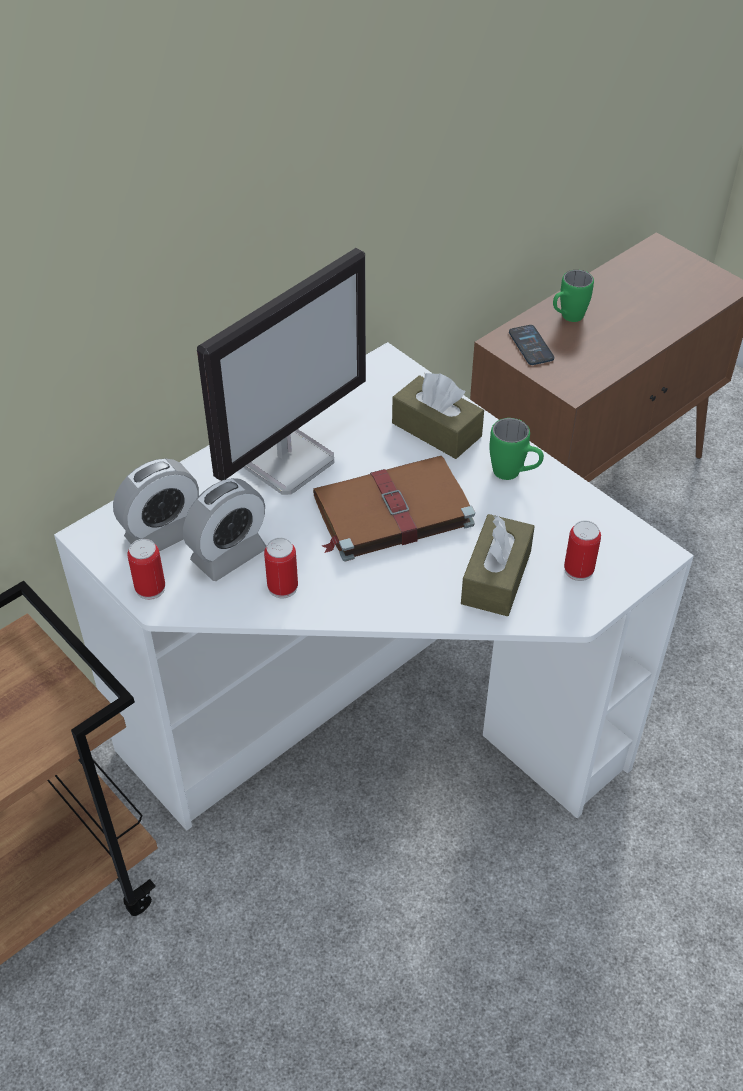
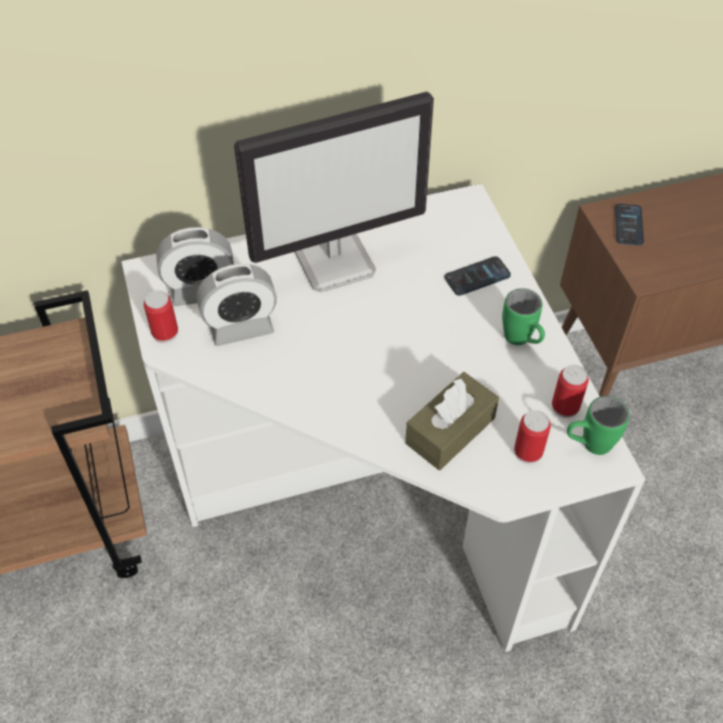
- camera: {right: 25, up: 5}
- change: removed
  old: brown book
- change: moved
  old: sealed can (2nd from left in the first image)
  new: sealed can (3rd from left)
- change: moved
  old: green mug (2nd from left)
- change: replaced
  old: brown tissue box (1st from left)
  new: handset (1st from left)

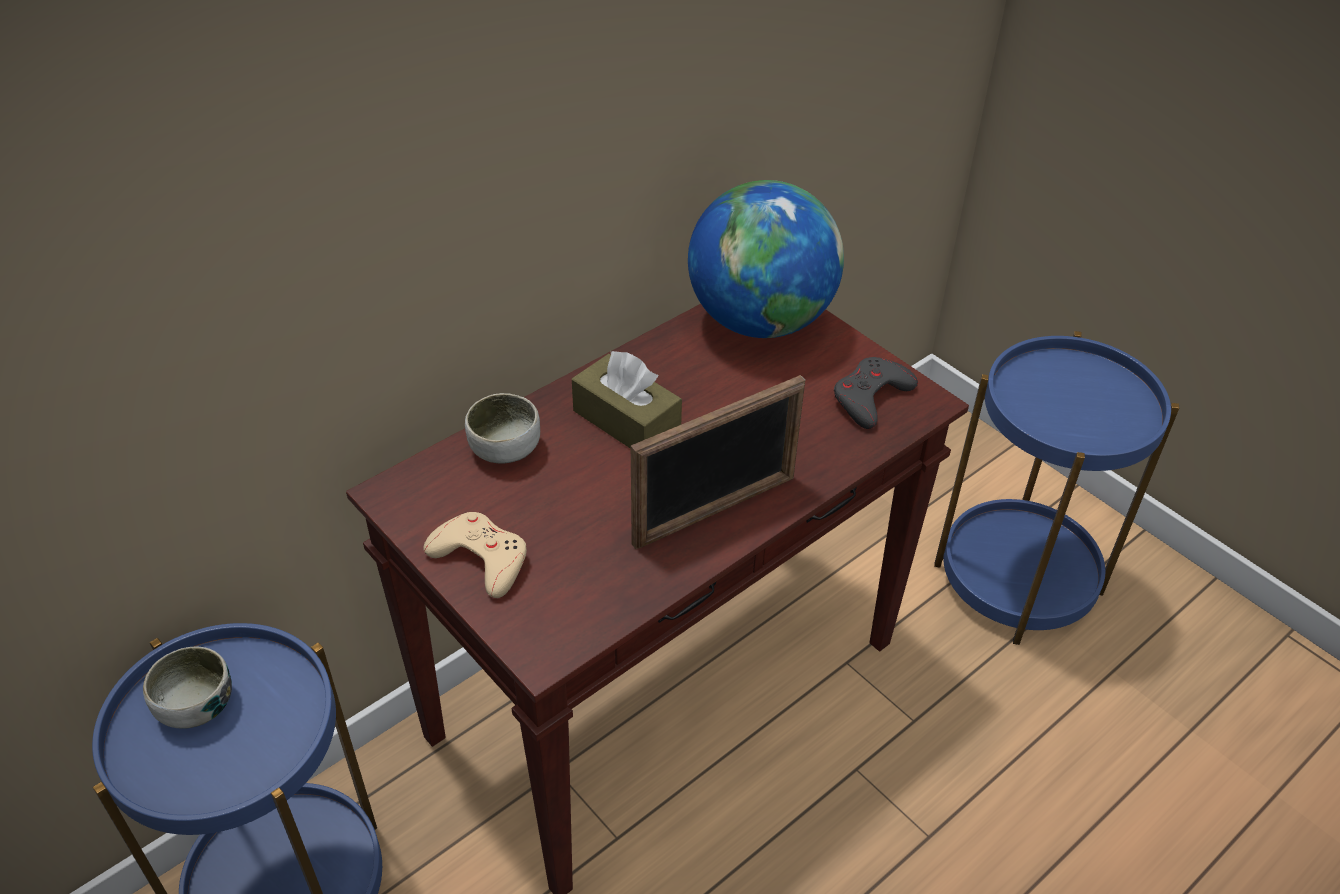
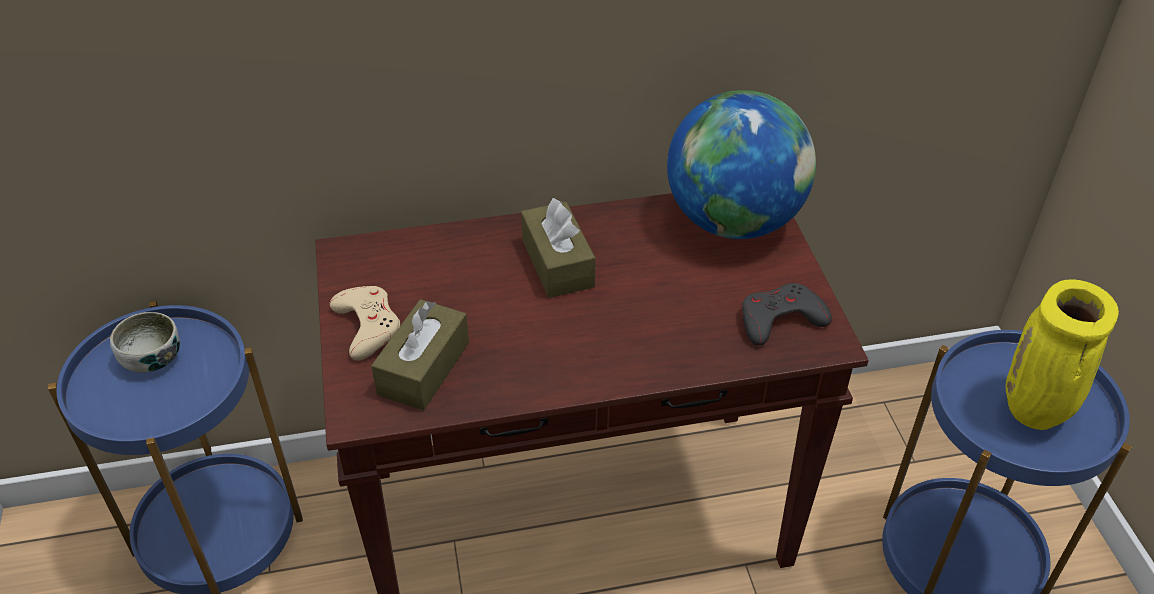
- camera: {right: 30, up: 0}
- change: removed
  old: bowl (2nd from left)
- change: removed
  old: photo frame
- change: added
  new: brown tissue box (1st from left)
- change: added
  new: yellow flower vase

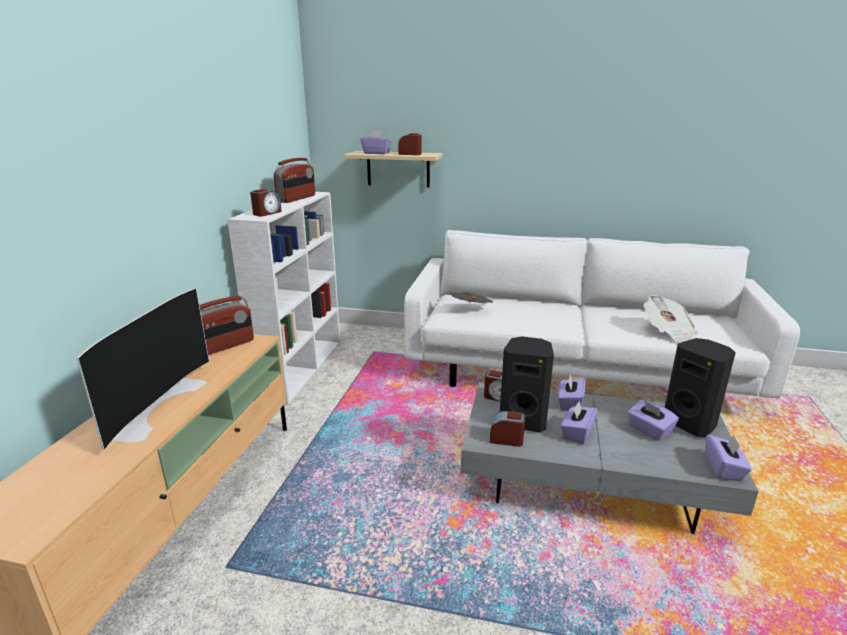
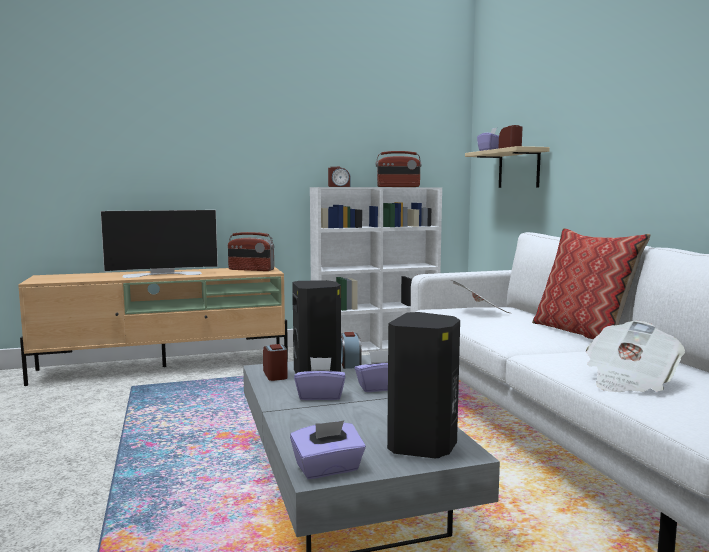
- camera: {right: 60, up: -15}
- change: removed
  old: purple-coloured tissue box (4th from left)
- change: added
  new: cushion

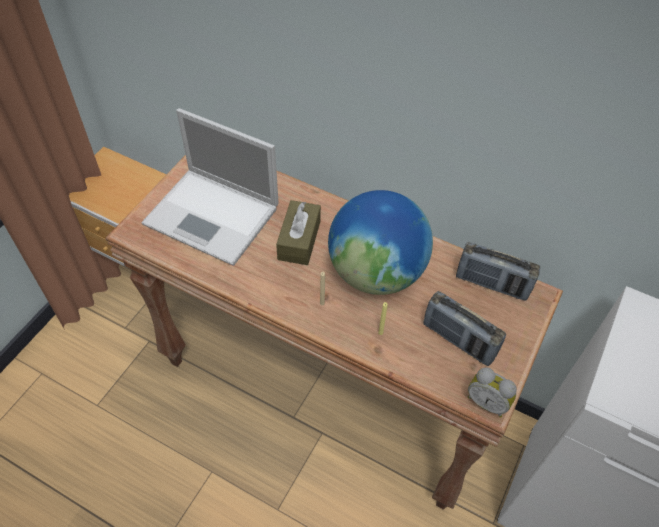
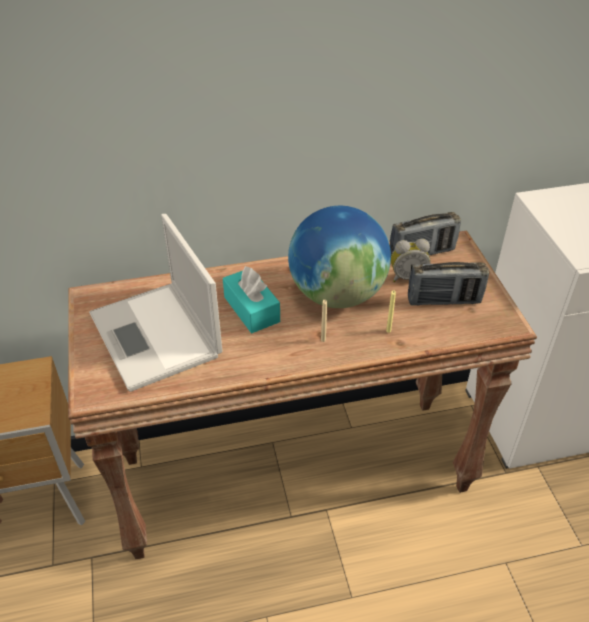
- camera: {right: -40, up: -10}
- change: moved
  old: table clock
- change: recoloured
  old: brown tissue box
  new: blue-green tissue box
- change: turned
  old: laptop
  degrees: 75

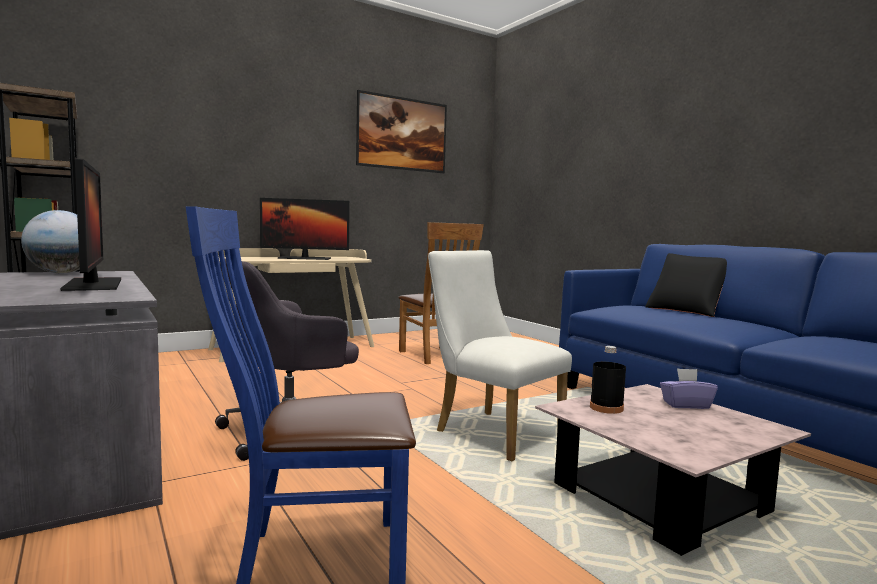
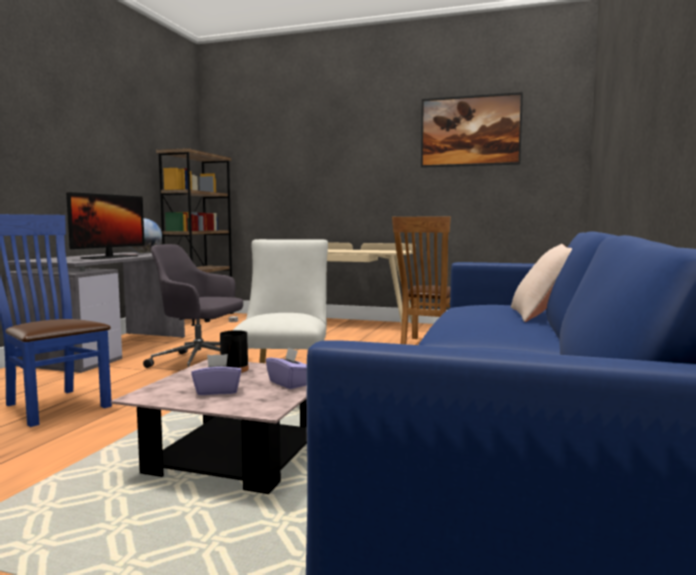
- camera: {right: 50, up: 0}
- change: removed
  old: monitor (2nd from left)
- change: added
  new: purple-coloured tissue box (1st from left)
- change: recoloured
  old: black-coloured cushion
  new: beige cushion

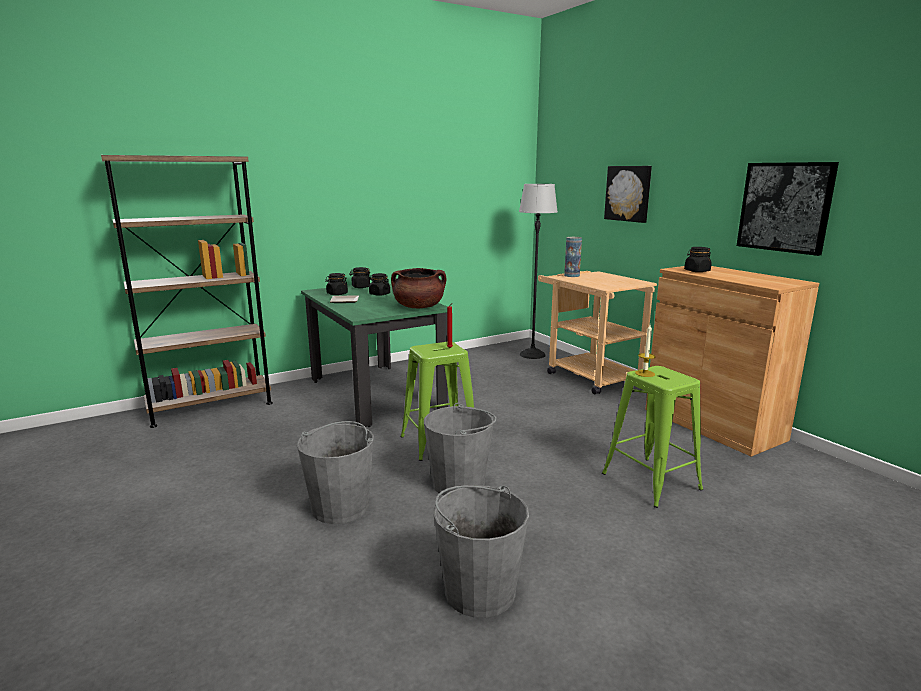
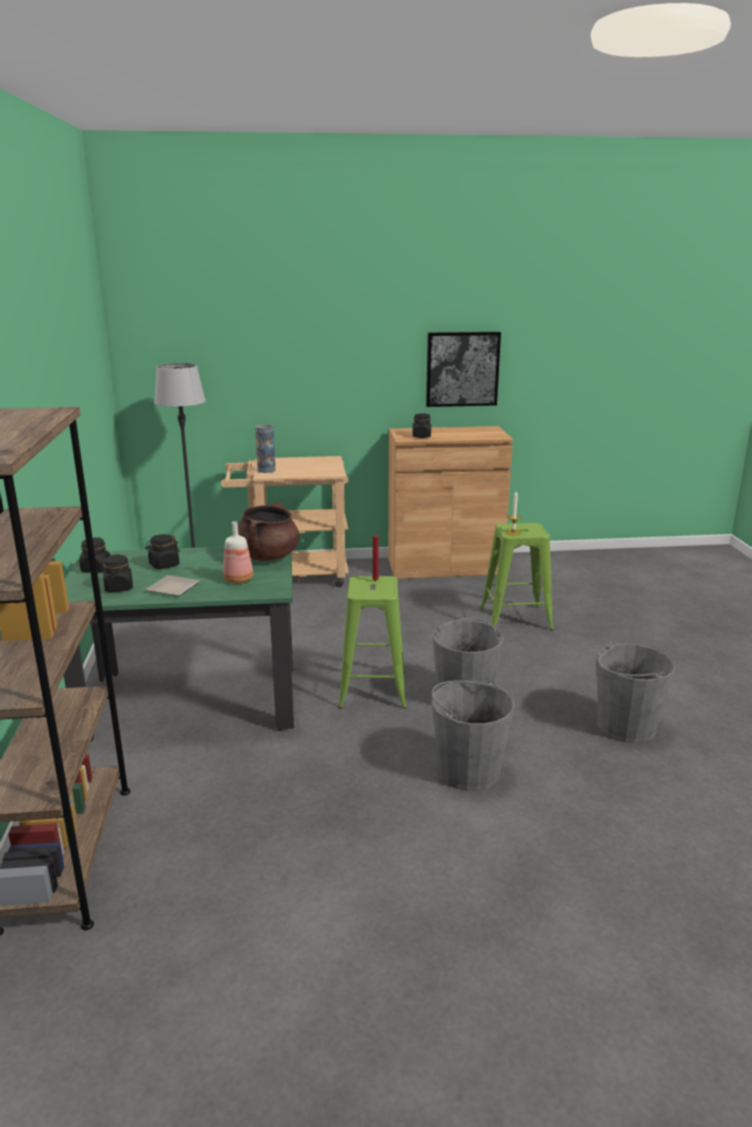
- camera: {right: -65, up: 5}
- change: removed
  old: wall art (1st from left)
- change: added
  new: drink bottle

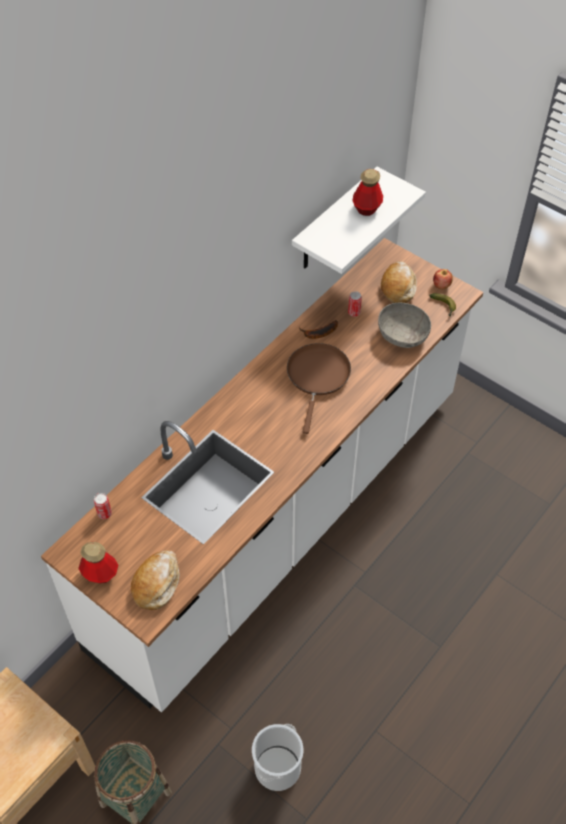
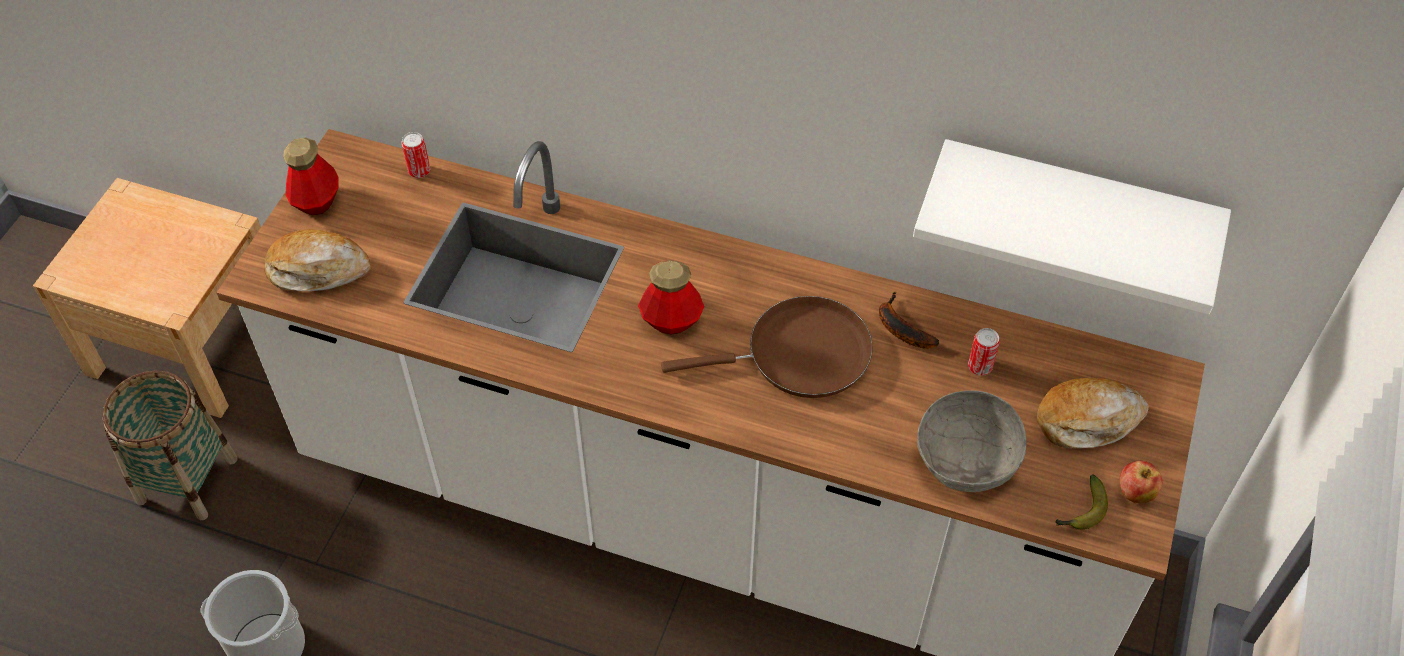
- camera: {right: 70, up: 0}
- change: moved
  old: drink bottle (2nd from left)

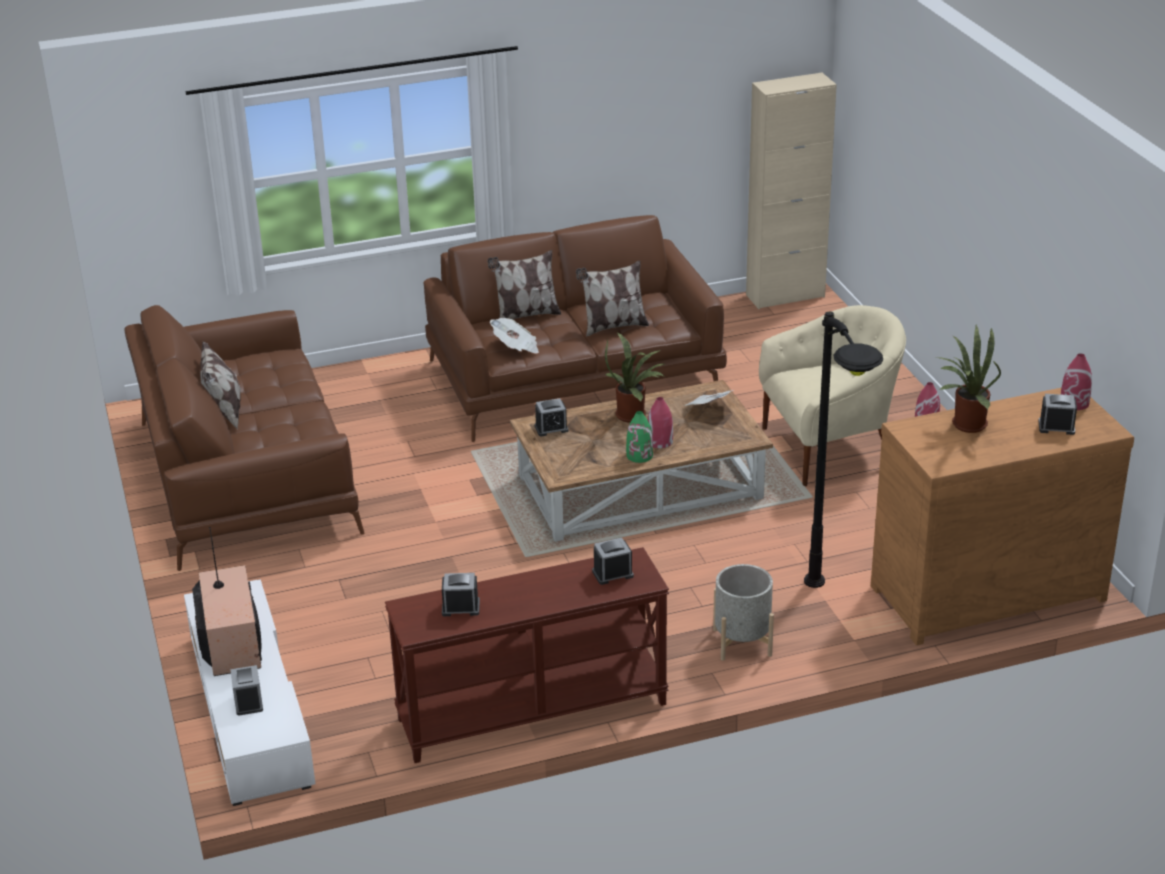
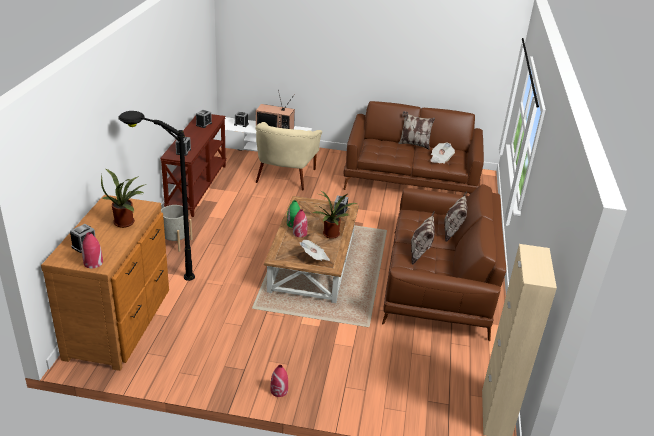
- camera: {right: 115, up: 0}
- change: moved
  old: printed paper (1st from left in the first image)
  new: printed paper (2nd from left)
- change: moved
  old: beige easy chair

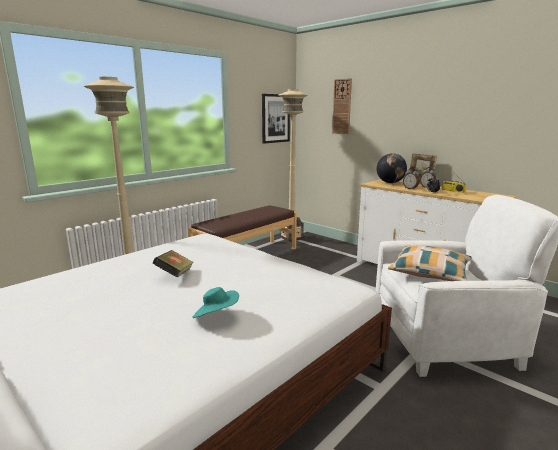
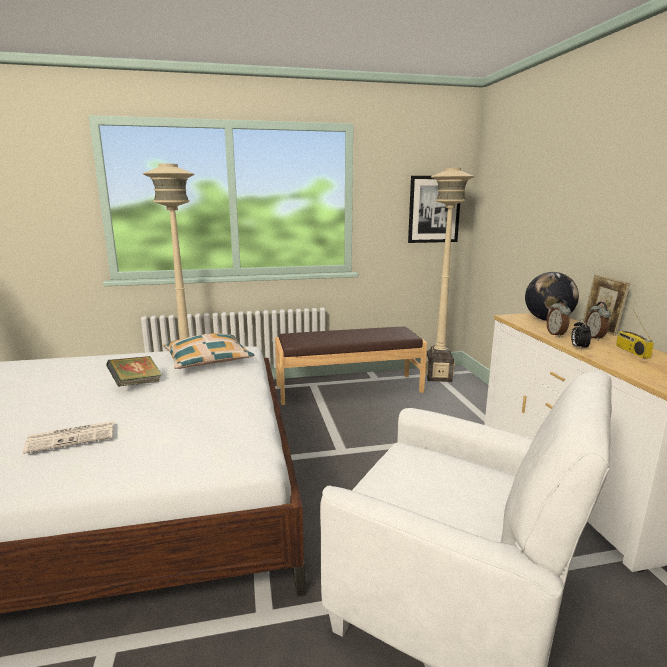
- camera: {right: 35, up: 0}
- change: removed
  old: wall clock
- change: moved
  old: cushion
- change: replaced
  old: blue-green hat
  new: printed paper

